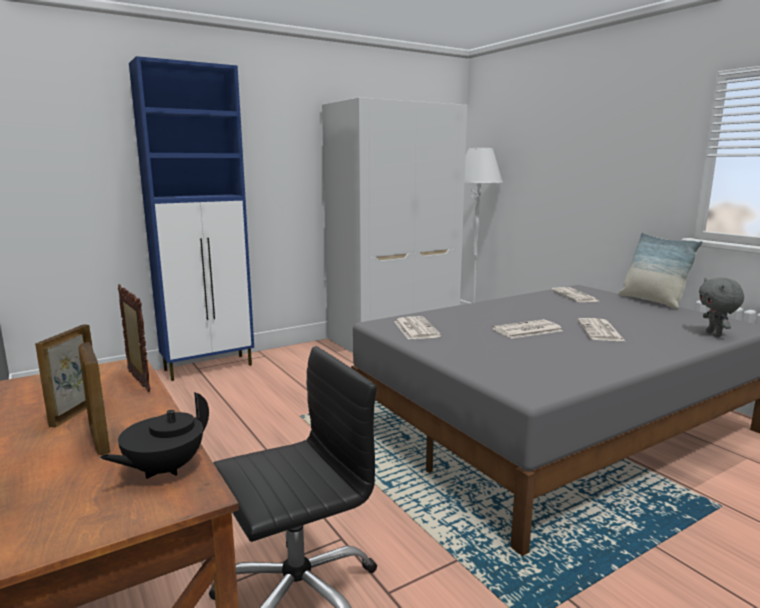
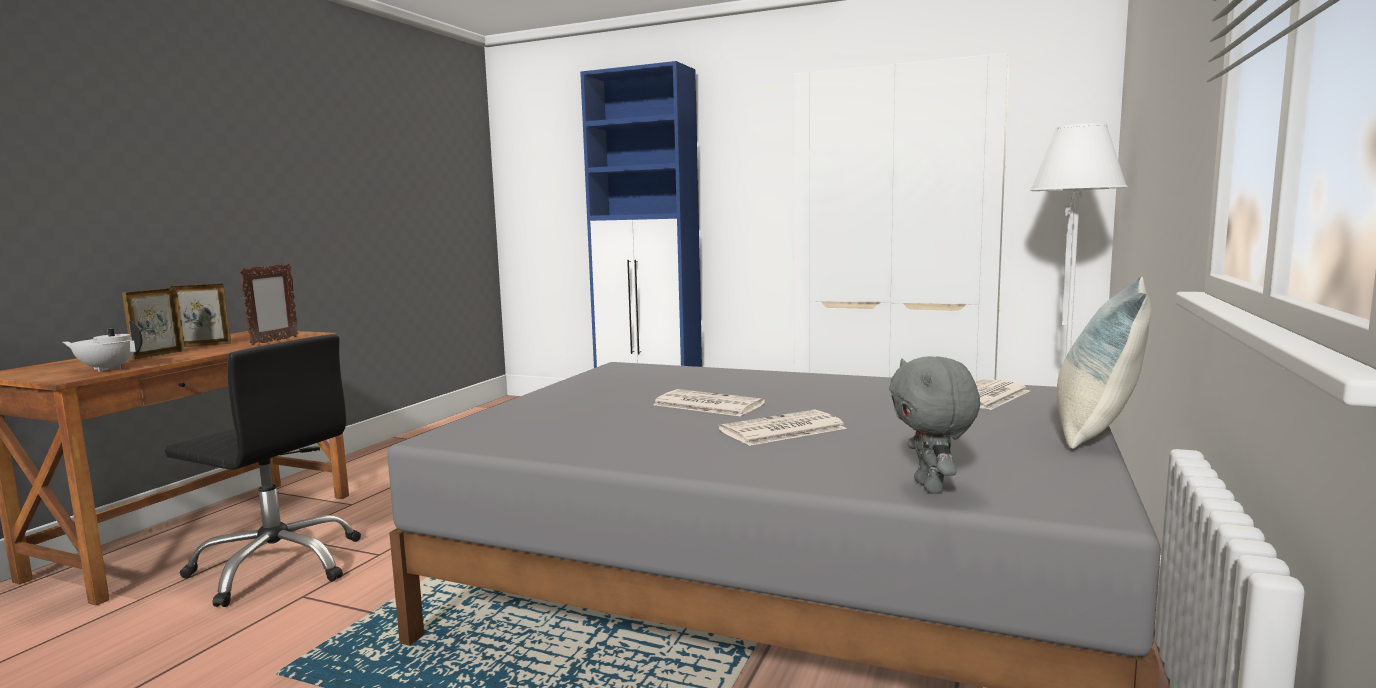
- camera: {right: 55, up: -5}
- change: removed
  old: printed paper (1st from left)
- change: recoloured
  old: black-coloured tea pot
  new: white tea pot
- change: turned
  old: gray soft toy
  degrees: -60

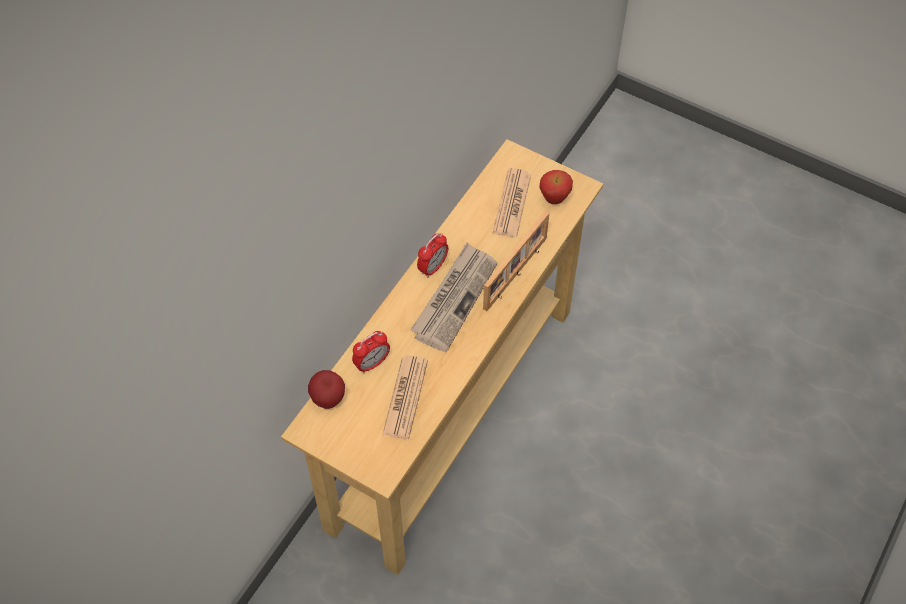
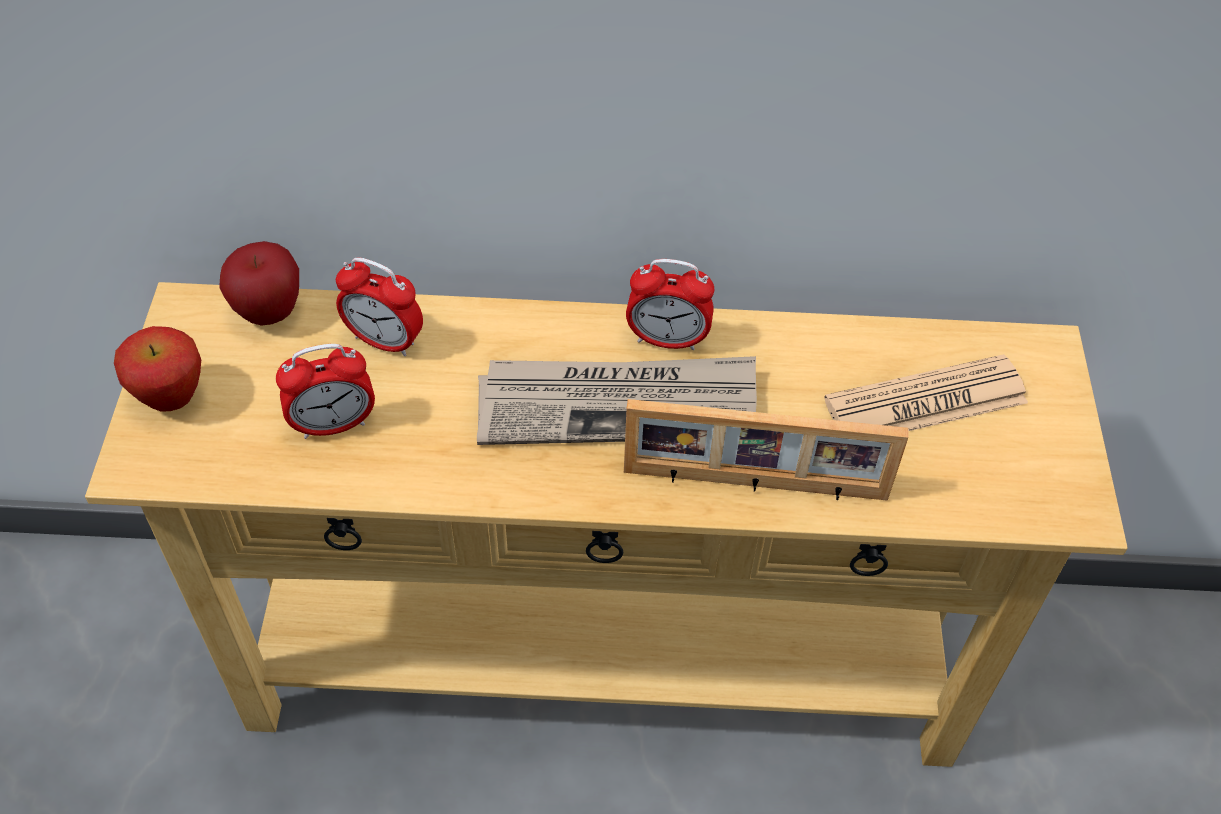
- camera: {right: 60, up: -5}
- change: moved
  old: whole apple (2nd from left in the first image)
  new: whole apple (1st from left)
- change: replaced
  old: printed paper (1st from left)
  new: table clock (1st from left)

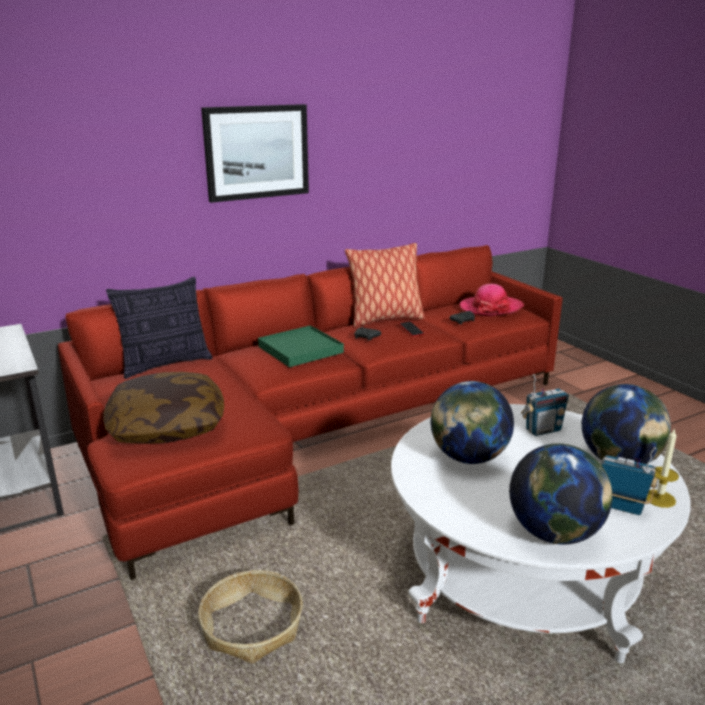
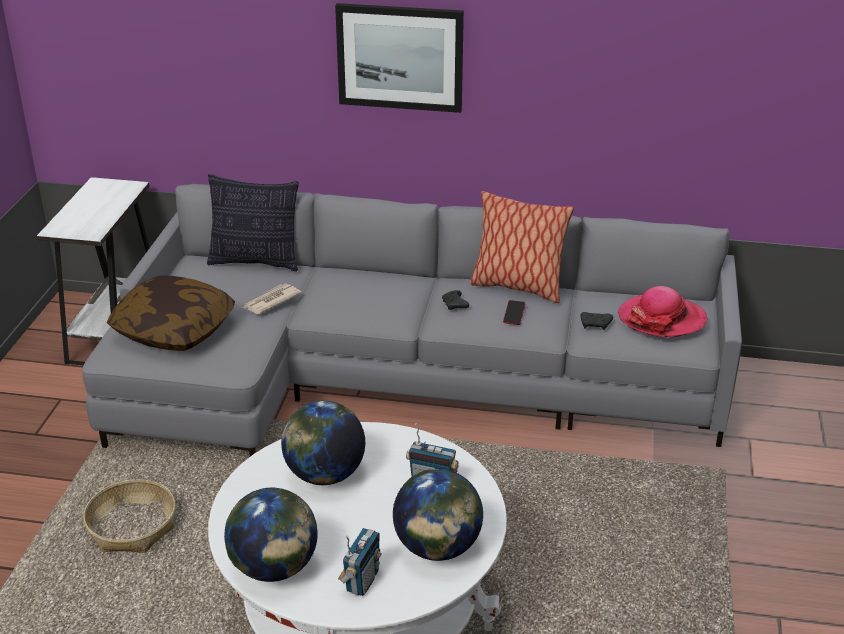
- camera: {right: 40, up: 10}
- change: removed
  old: green serving tray
- change: removed
  old: wax candle
- change: added
  new: printed paper
- change: recoloured
  old: reddish settee
  new: gray settee
- change: turned
  old: radio (2nd from left in the first image)
  degrees: 45

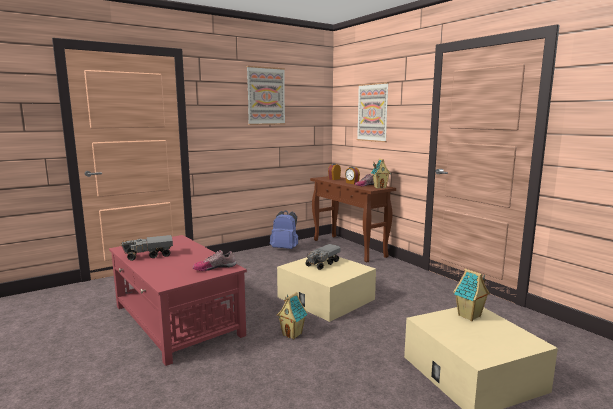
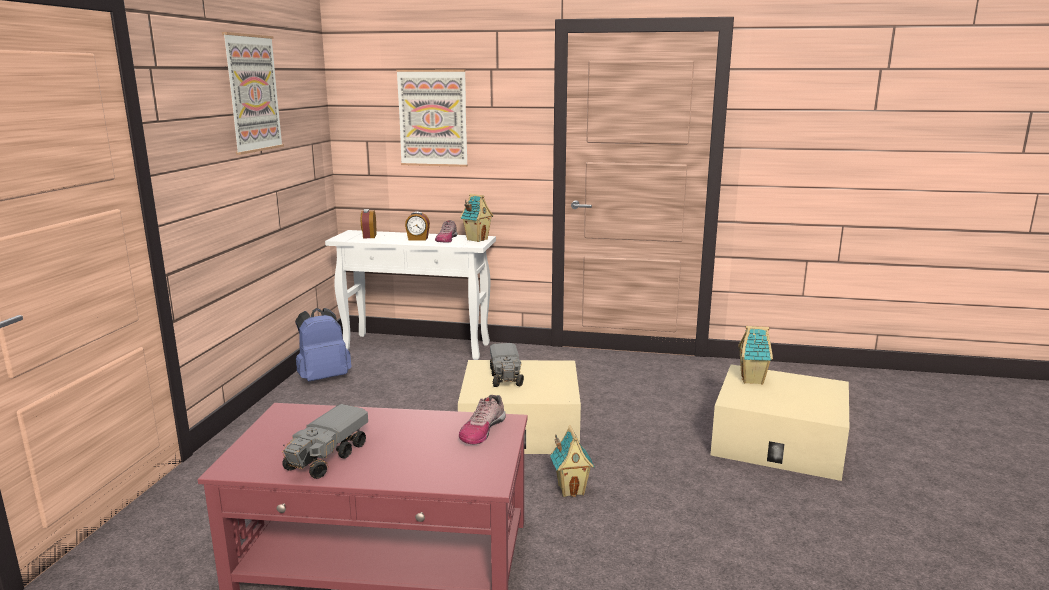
- camera: {right: -45, up: 5}
- change: recoloured
  old: brown narrow table
  new: white narrow table

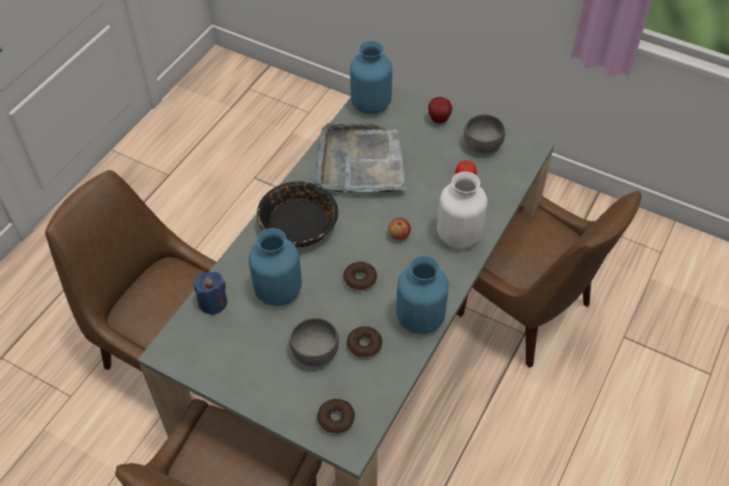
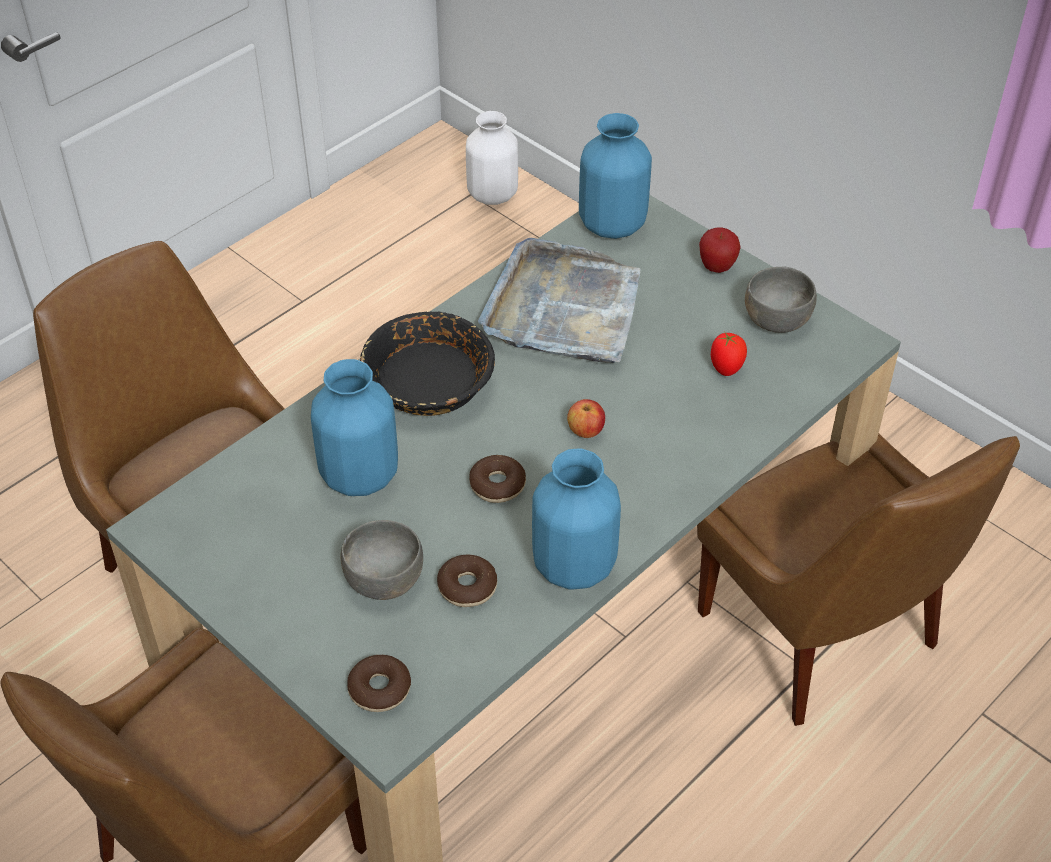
- camera: {right: 15, up: -5}
- change: removed
  old: bluish wax candle
- change: moved
  old: white flower vase

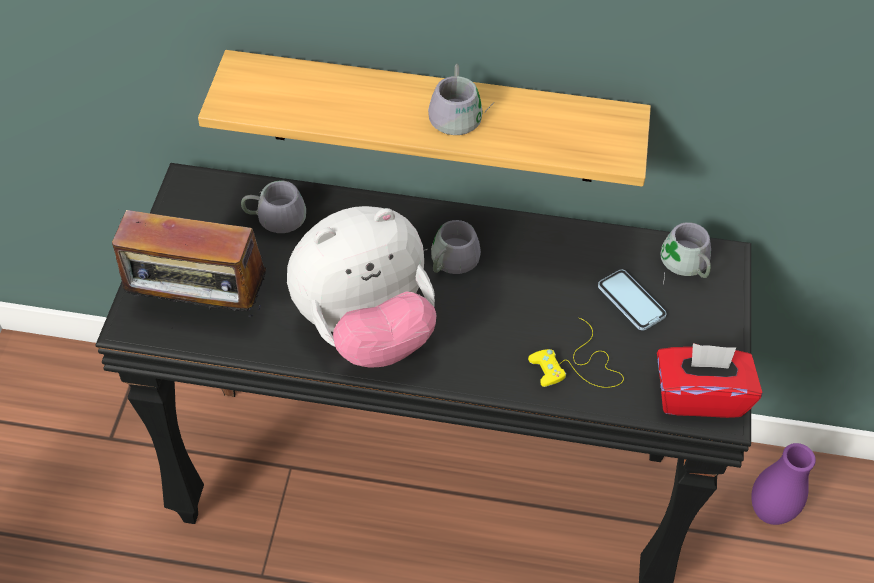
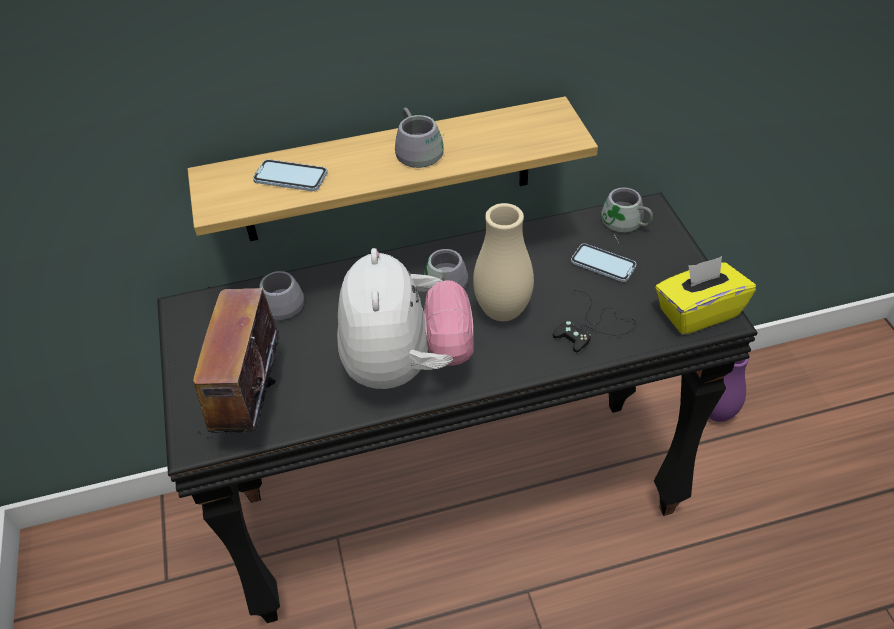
- camera: {right: -20, up: -5}
- change: added
  new: handset (1st from left)
- change: added
  new: beige flower vase
- change: recoloured
  old: yellow gamepad
  new: black-coloured gamepad
- change: recoloured
  old: reddish tissue box
  new: yellow tissue box
- change: turned
  old: radio
  degrees: 105
- change: turned
  old: soft toy
  degrees: -45

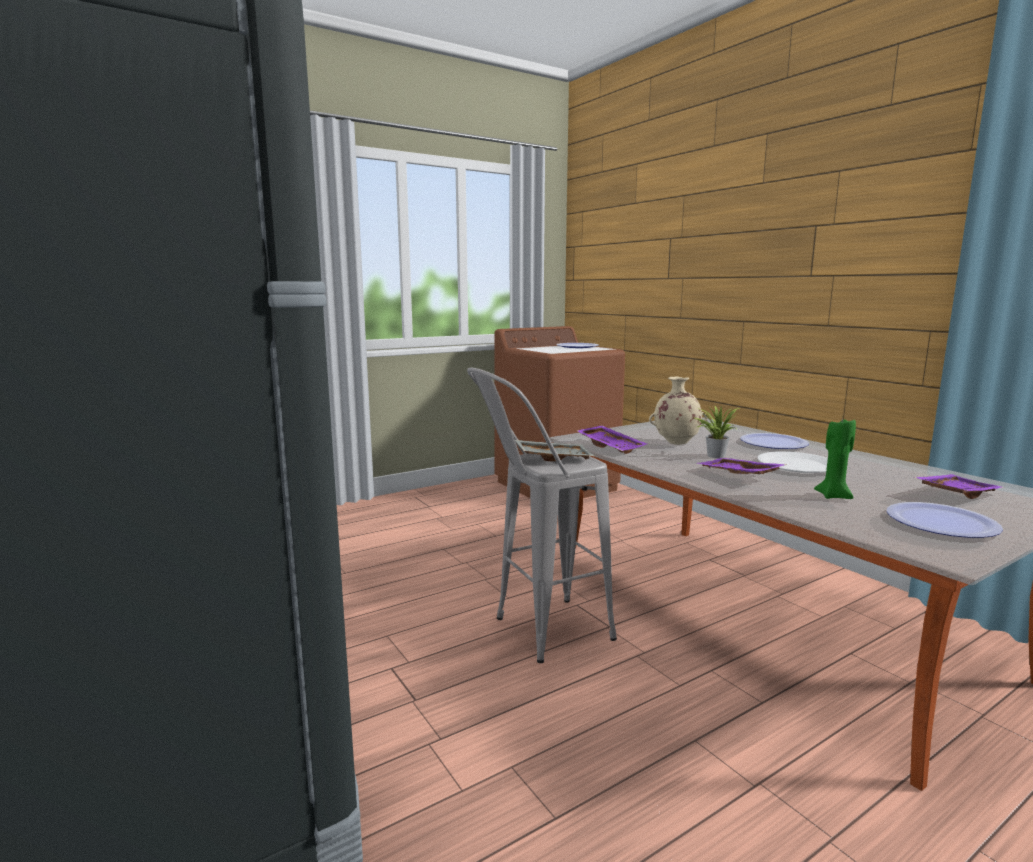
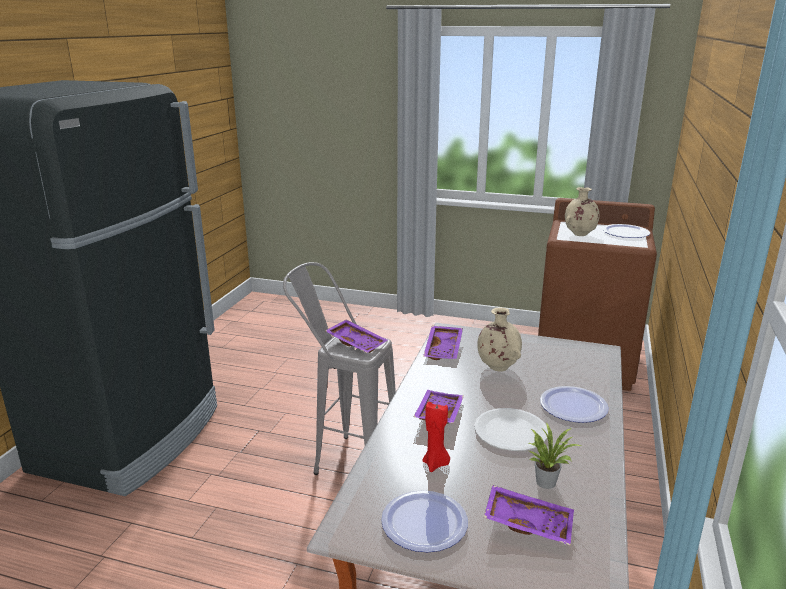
- camera: {right: 50, up: 10}
- change: added
  new: beige flower vase (2nd from left)
- change: moved
  old: potted plant
- change: recoloured
  old: gray serving tray
  new: purple-coloured serving tray (1st from left)
- change: recoloured
  old: green wax candle
  new: reddish wax candle

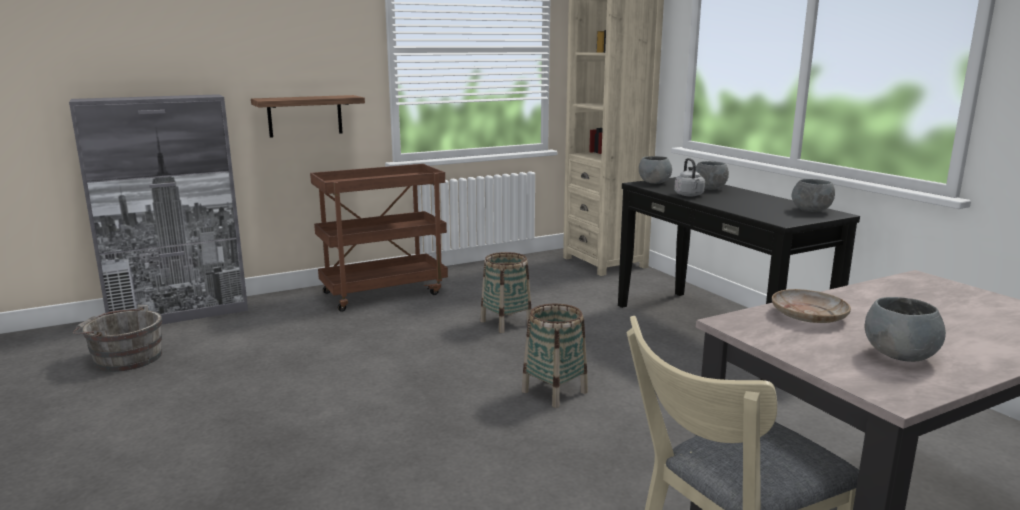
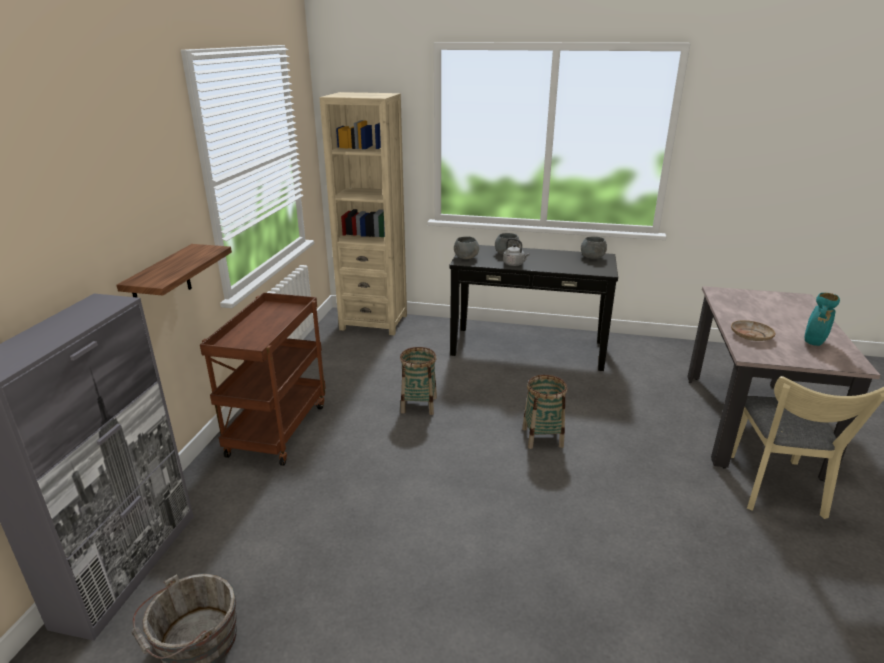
- camera: {right: -50, up: 10}
- change: replaced
  old: gray bowl (4th from left)
  new: blue-green flower vase

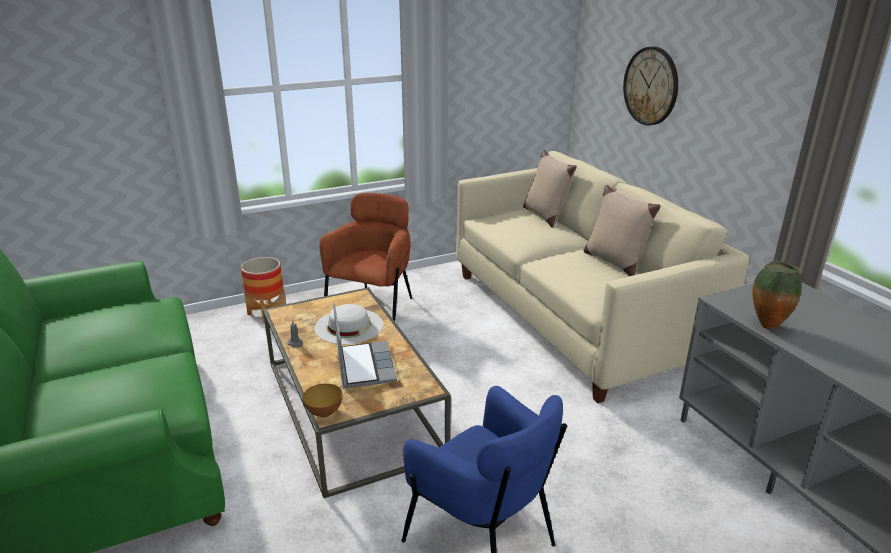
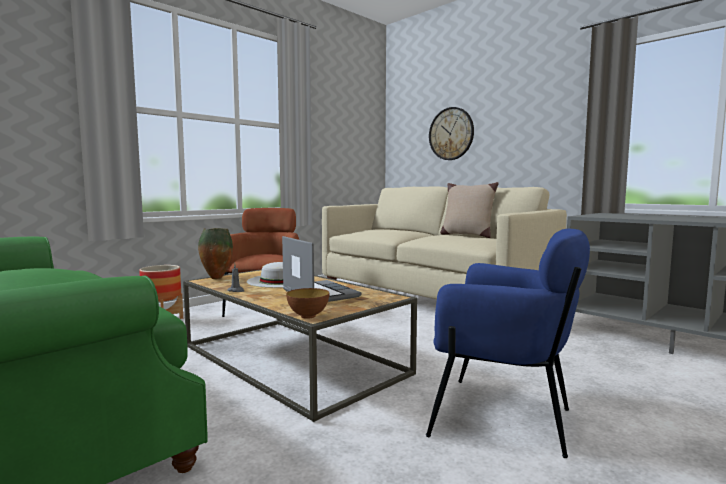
- camera: {right: -20, up: -20}
- change: removed
  old: beige cushion (1st from left)
- change: moved
  old: flower vase

